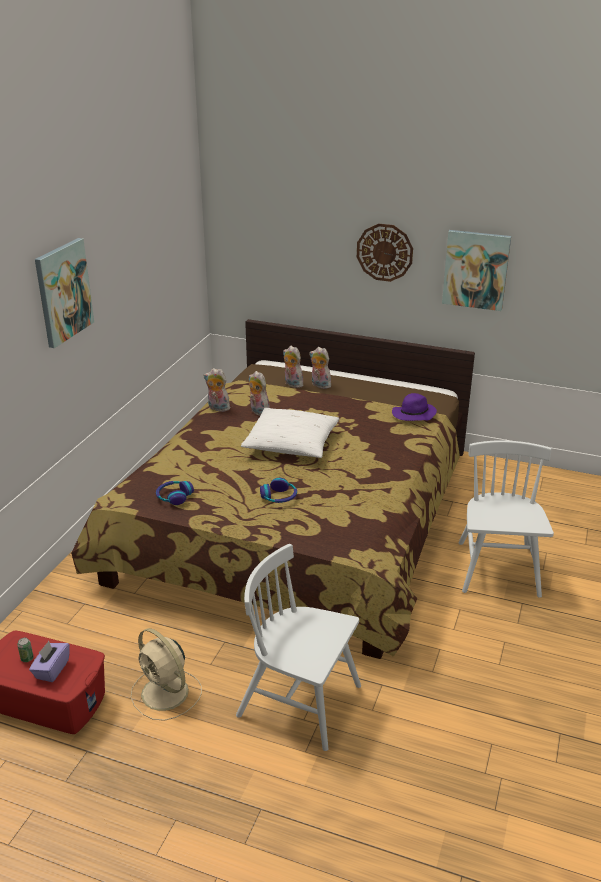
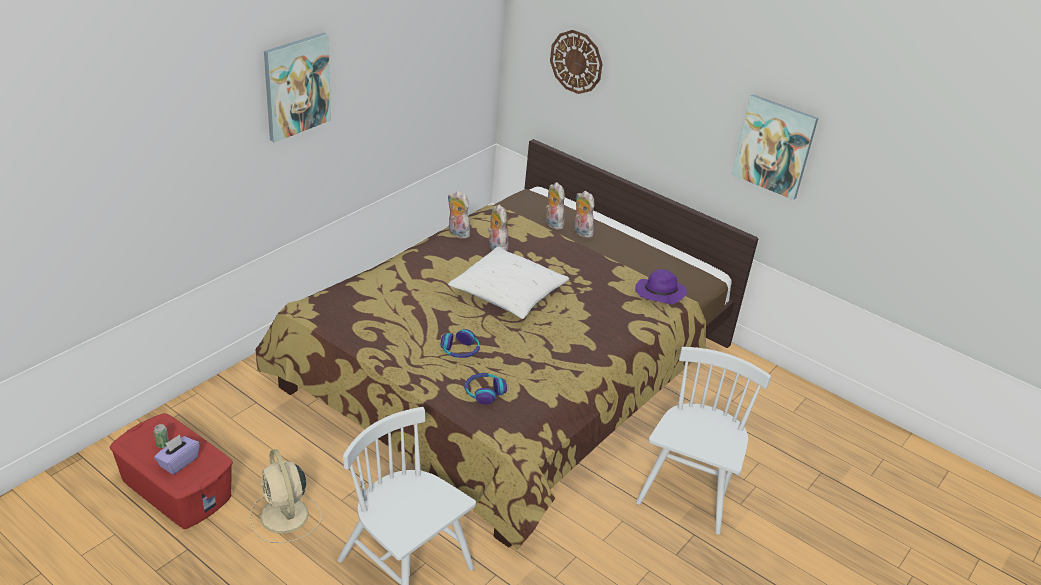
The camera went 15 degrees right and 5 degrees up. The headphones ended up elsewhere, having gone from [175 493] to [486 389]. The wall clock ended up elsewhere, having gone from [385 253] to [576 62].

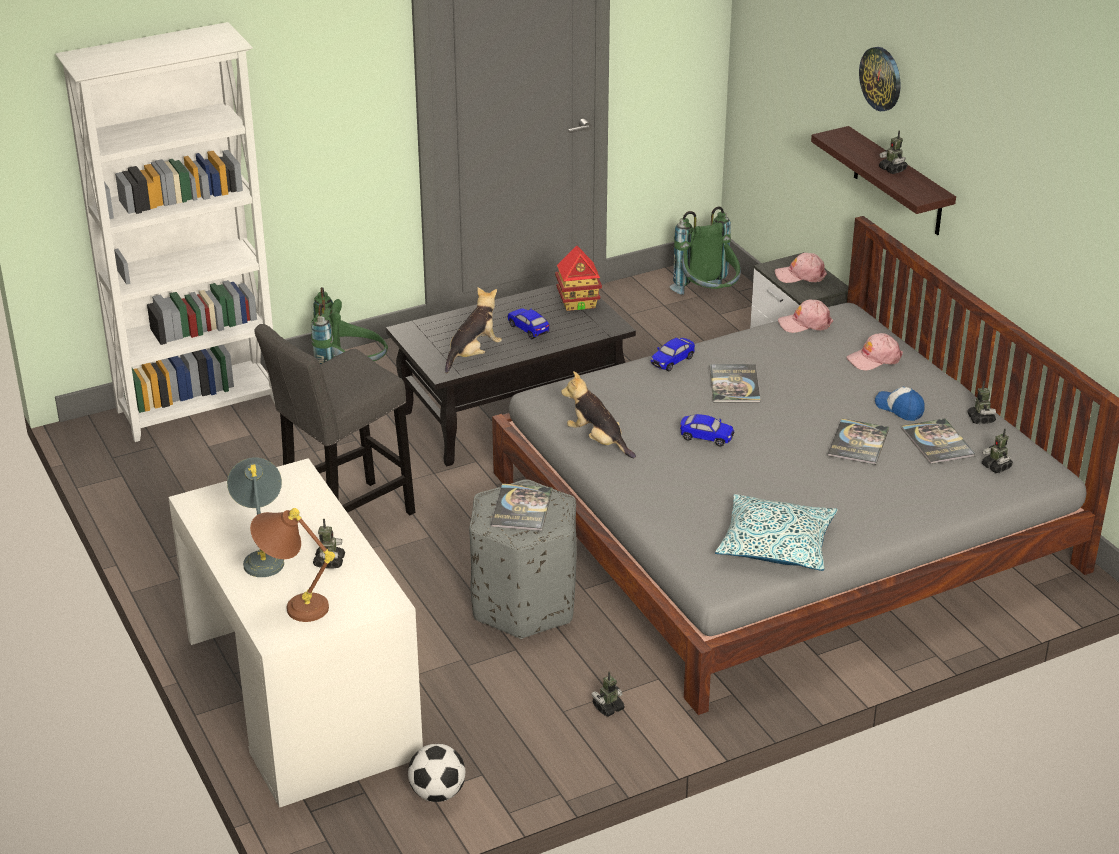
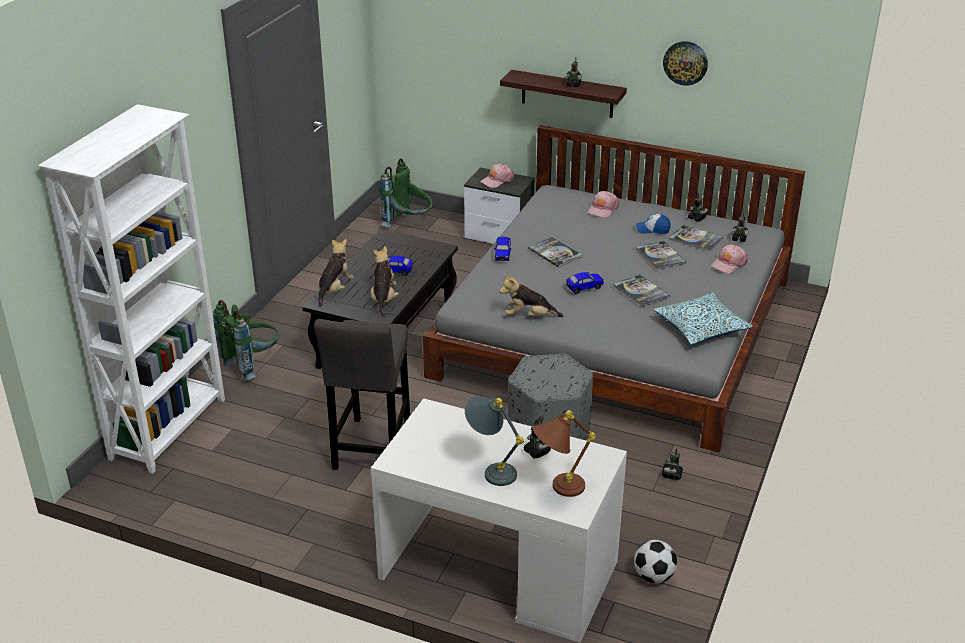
The camera went 40 degrees left and 0 degrees up. The book ended up elsewhere, having gone from [521 507] to [641 291]. The second view lost the toy house at [578 278]. The cap/pink ended up elsewhere, having gone from [805 316] to [729 259]. The wall clock ended up elsewhere, having gone from [880 79] to [685 63]. The second view gained the plush toy at [336 273].

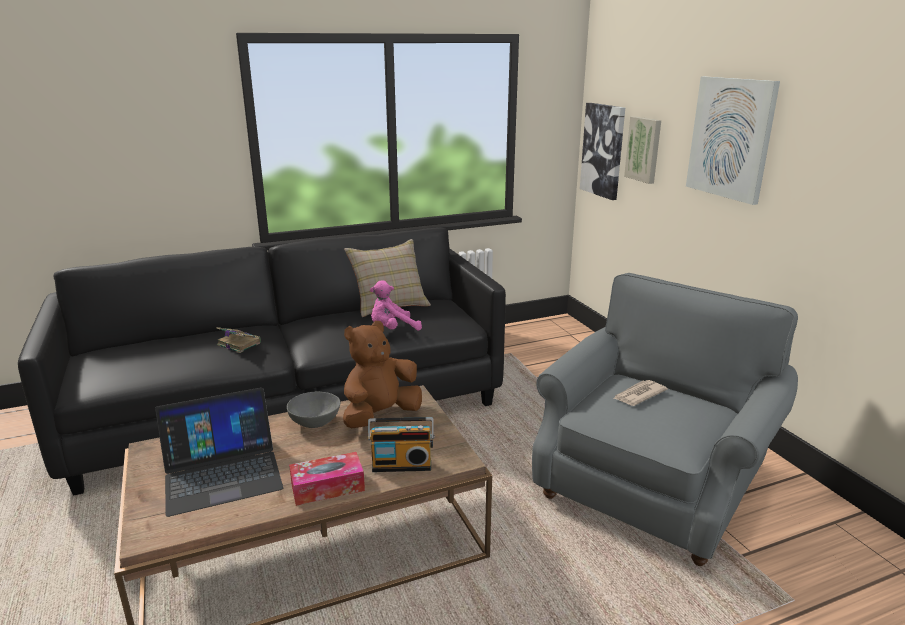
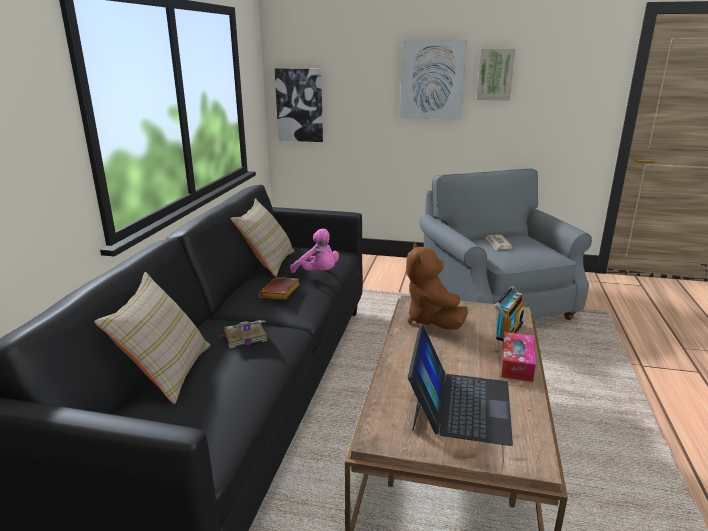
The camera went 55 degrees left and 0 degrees up. The second view lost the bowl/grey at [313 410]. The plush toy/pink at [396 305] ended up facing another way, 60 degrees counterclockwise from before. The picture ended up elsewhere, having gone from [642 150] to [496 75]. The second view gained the pillow/beige at [152 338]. The second view gained the book/brown at [279 288].

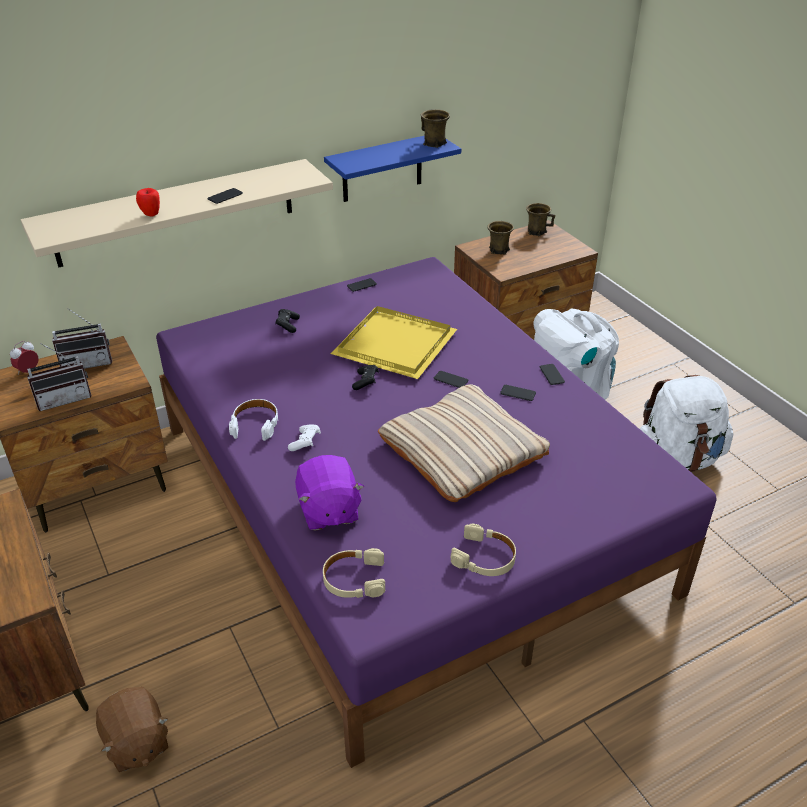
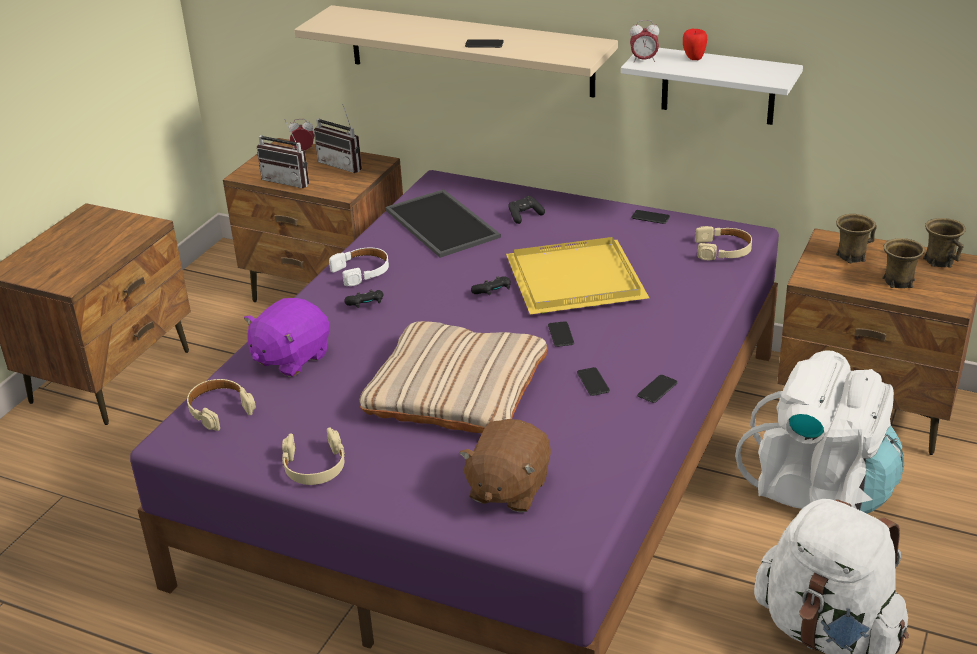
The camera went 55 degrees right and 5 degrees down. The plush toy/brown ended up elsewhere, having gone from [132 729] to [505 466]. The apple ended up elsewhere, having gone from [148 202] to [695 44]. What was the game controller/white at [304 437] turned into the game controller/black at [363 299]. What was the shelf/blue at [392 169] turned into the shelf/white at [712 86]. The mug/brown ended up elsewhere, having gone from [435 128] to [903 263]. The second view gained the tray at [443 223]. The second view gained the alarm clock at [645 41]. The second view gained the headphones/beige at [723 243].

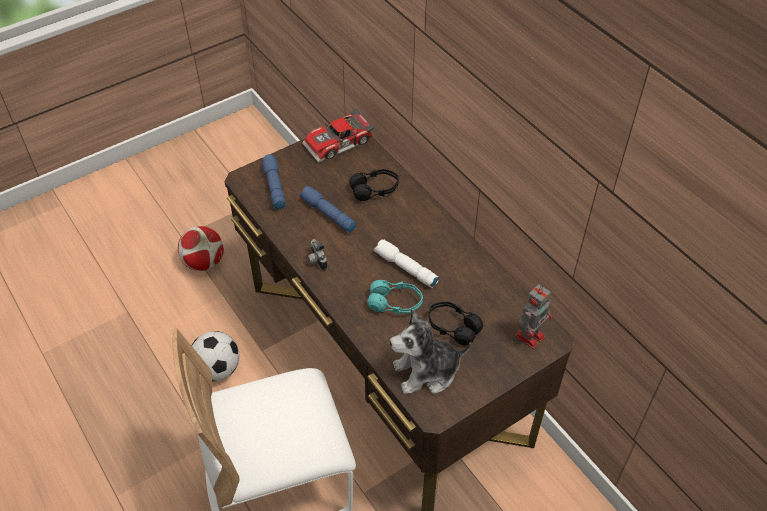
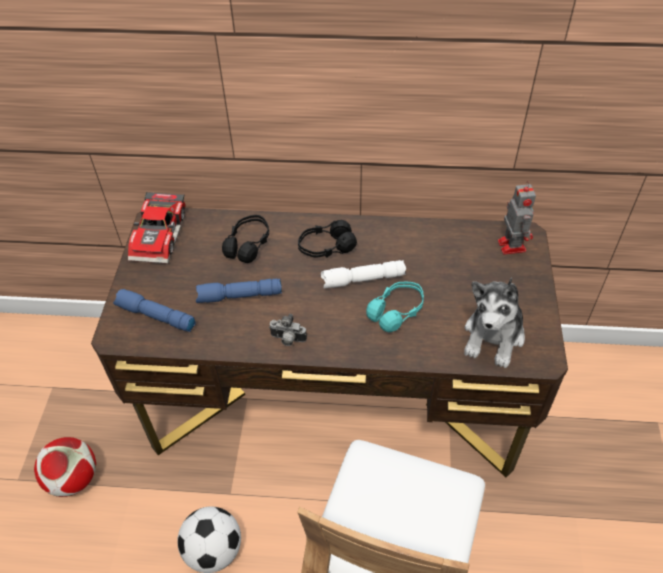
The camera went 50 degrees left and 0 degrees up. The headphones/black ended up elsewhere, having gone from [455 323] to [327 239].

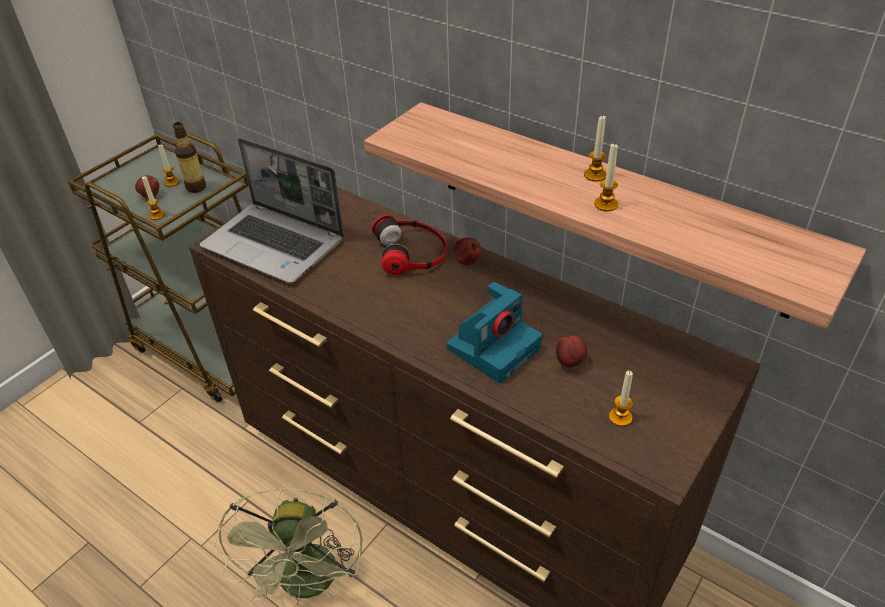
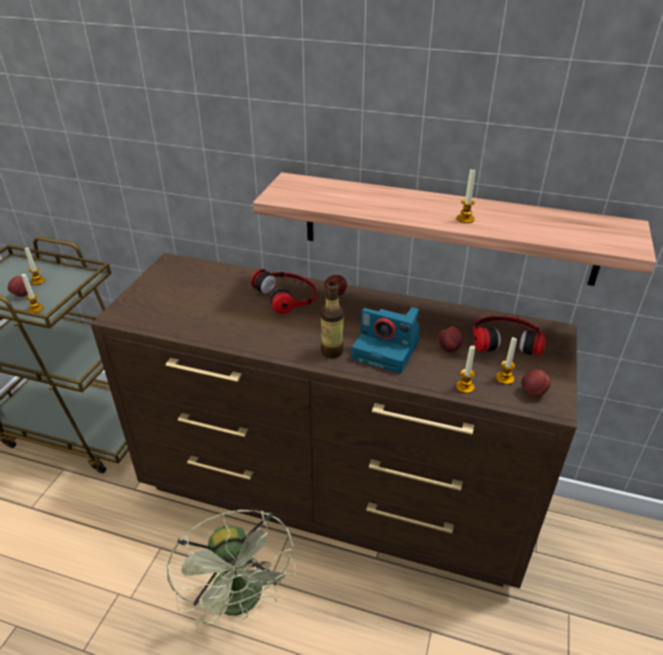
The camera went 20 degrees left and 5 degrees down. The bottle ended up elsewhere, having gone from [189 157] to [332 320]. The second view lost the laptop at [272 211]. The photo camera at [494 332] ended up facing another way, 90 degrees clockwise from before. The candle ended up elsewhere, having gone from [595 148] to [465 369]. The second view gained the headphones at [509 336]. The second view gained the apple at [535 383].

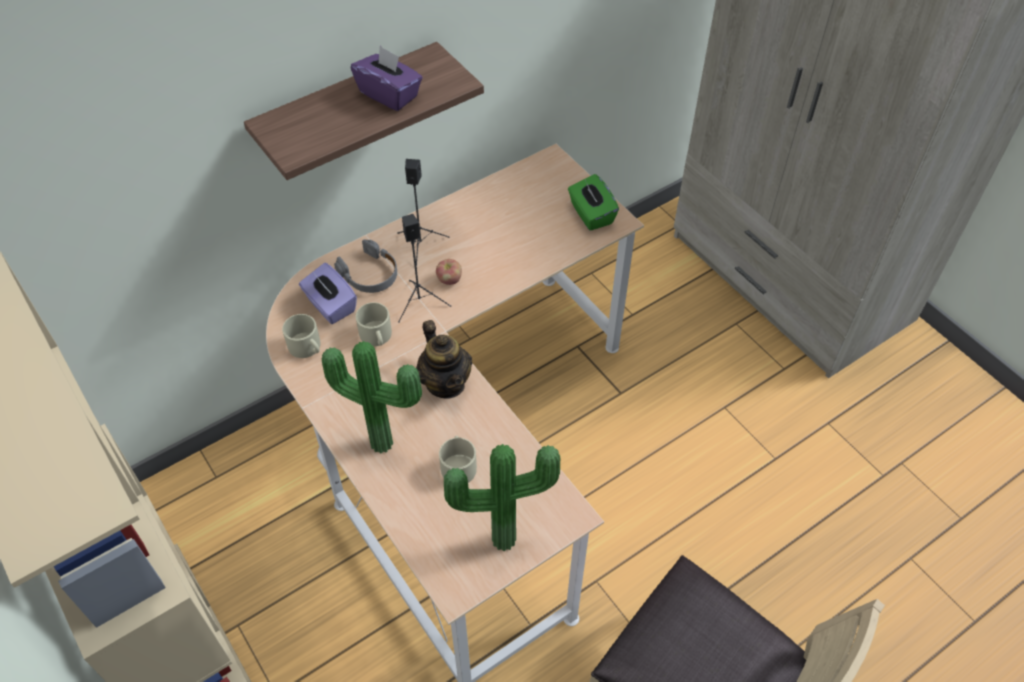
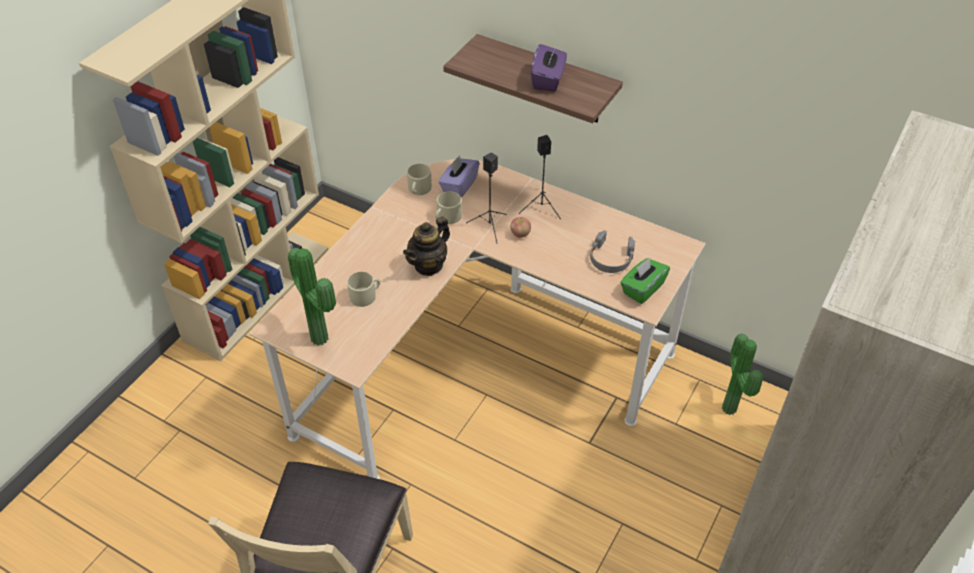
The camera went 65 degrees right and 5 degrees down. The potted plant ended up elsewhere, having gone from [372 397] to [742 374]. The headphones/grey ended up elsewhere, having gone from [365 266] to [612 251].

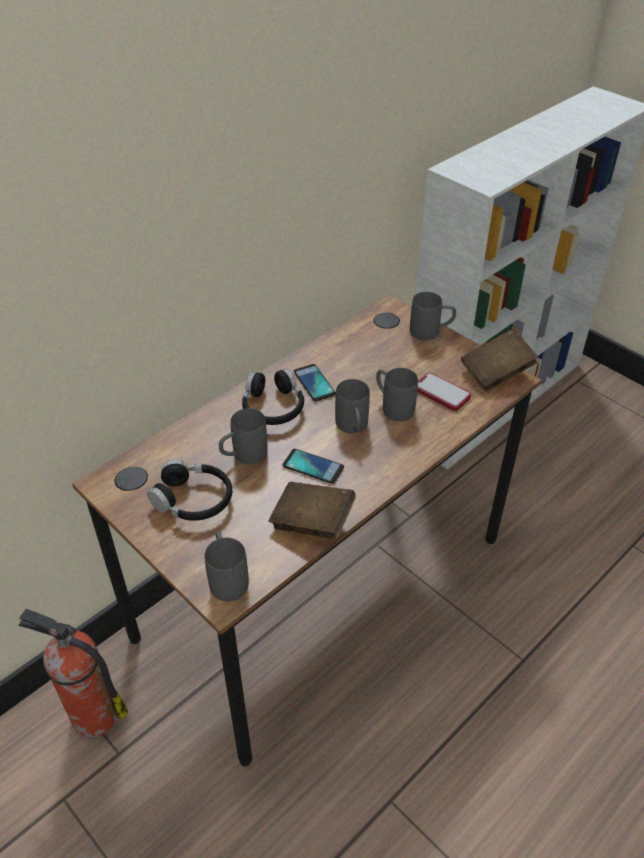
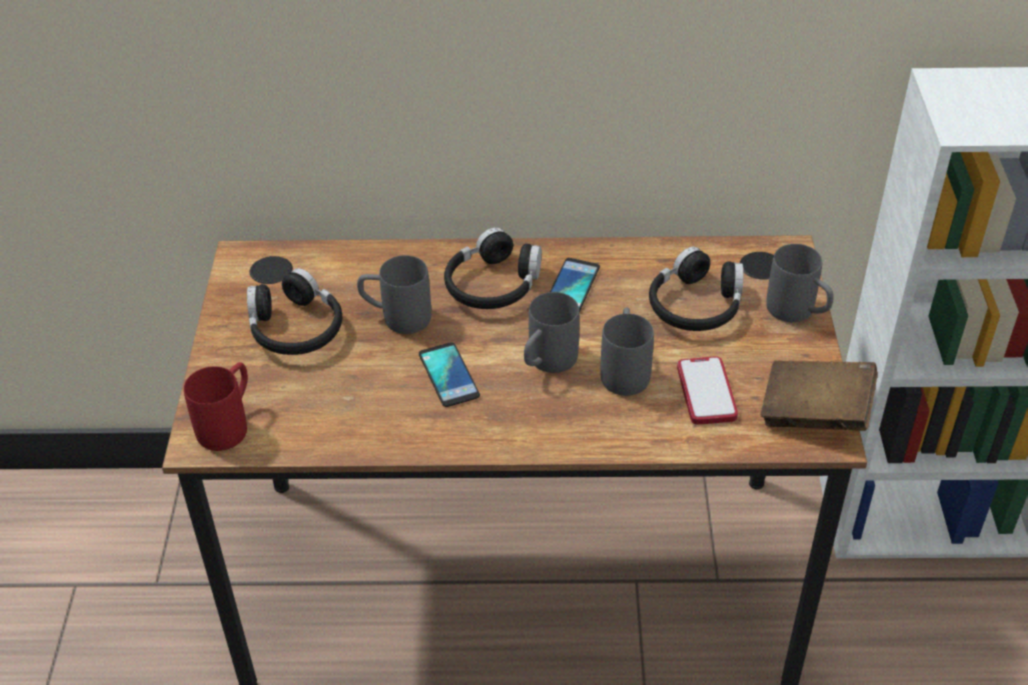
The camera went 45 degrees right and 0 degrees up. The second view lost the fire extinguisher at [73 673]. What was the mug/grey at [227 566] turned into the mug/red at [216 406]. The second view lost the book/brown at [312 510]. The second view gained the headphones/black at [696 289].

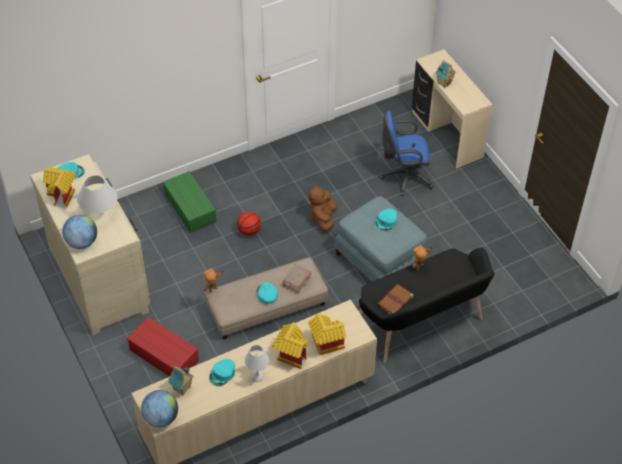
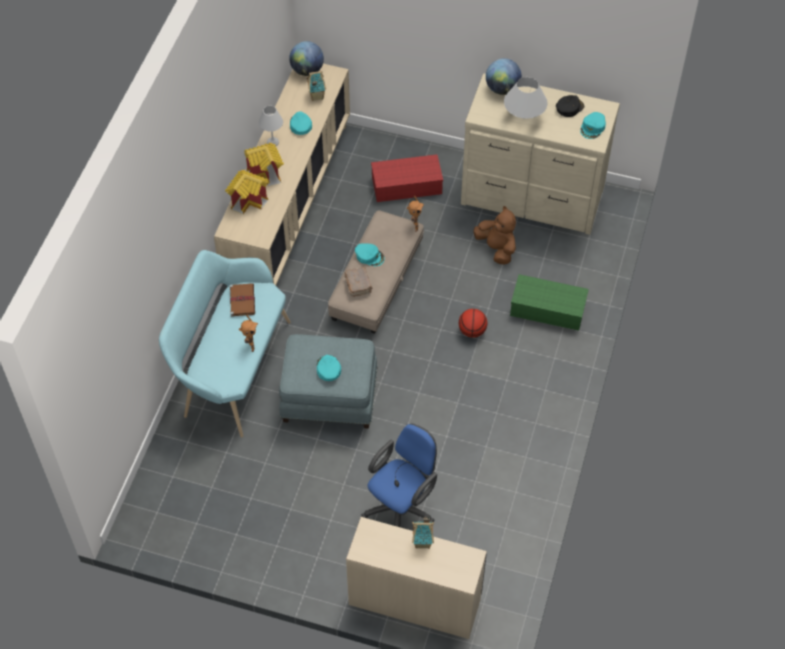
The camera went 135 degrees right and 5 degrees up. Where the toy house stood at [59 188], the cap/black came to stand at [570 106]. The plush toy/brown ended up elsewhere, having gone from [323 207] to [494 235]. What was the bench/black at [427 305] turned into the bench/turquoise at [225 343].

